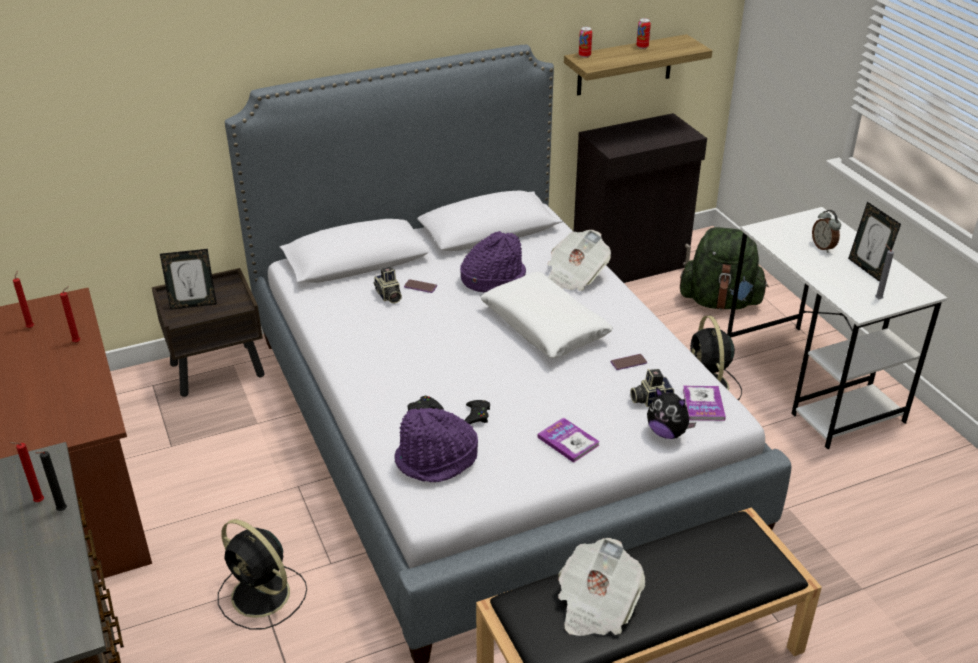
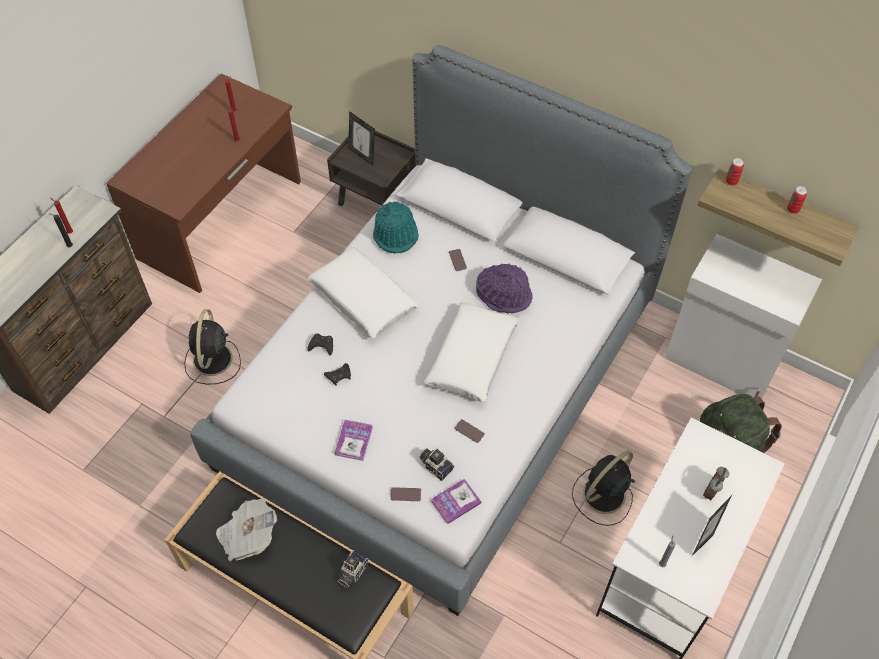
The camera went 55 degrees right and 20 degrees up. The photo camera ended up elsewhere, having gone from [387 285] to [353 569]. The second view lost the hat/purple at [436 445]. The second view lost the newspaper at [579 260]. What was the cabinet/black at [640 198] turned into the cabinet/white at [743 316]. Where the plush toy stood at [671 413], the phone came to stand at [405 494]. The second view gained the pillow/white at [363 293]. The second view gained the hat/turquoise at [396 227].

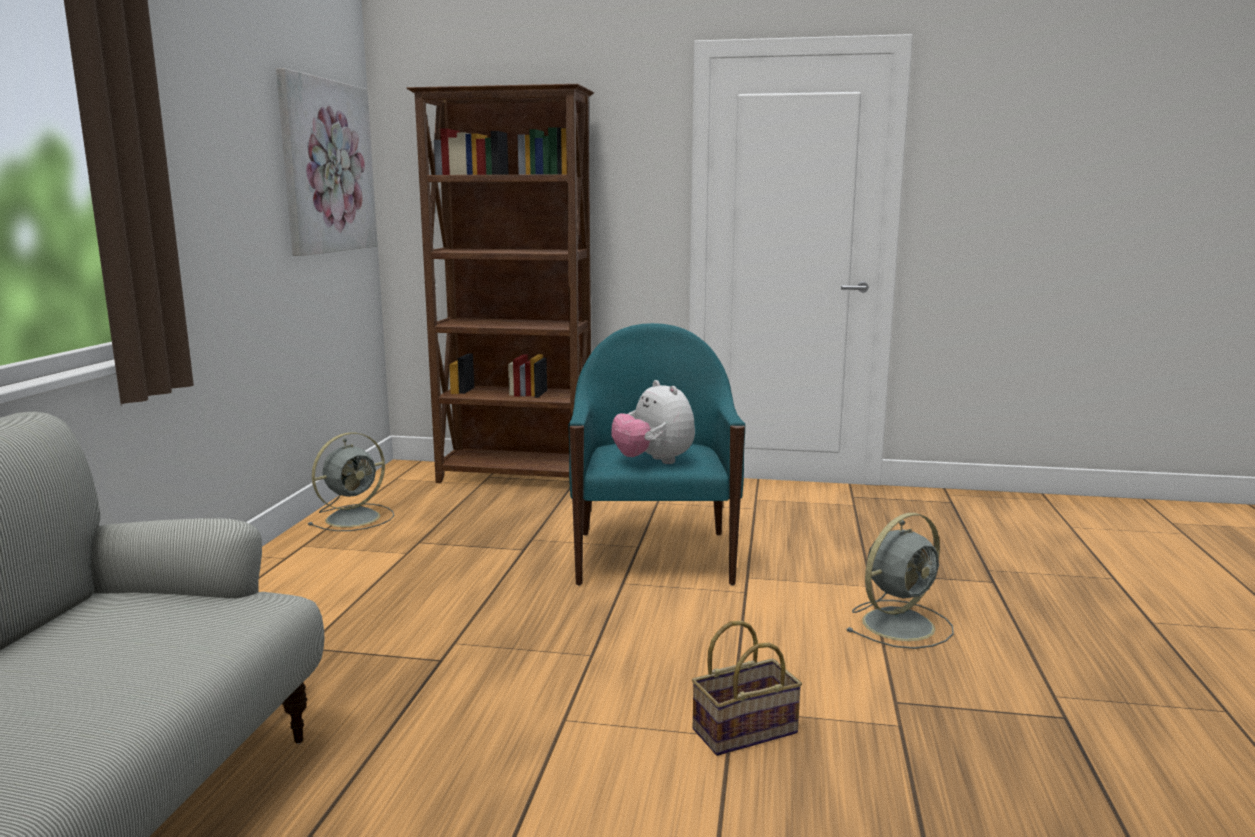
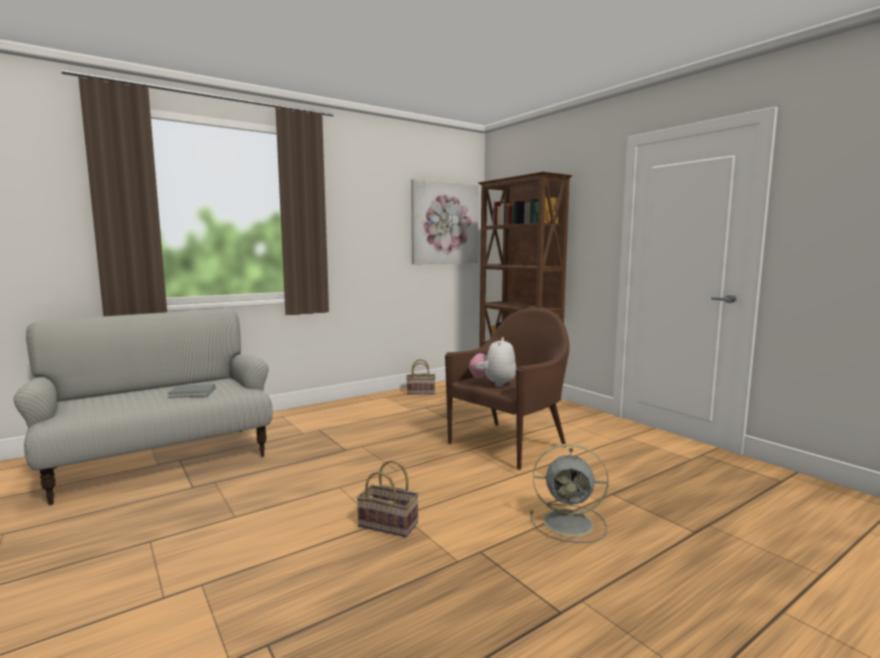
The camera went 45 degrees right and 5 degrees down. Where the fan/grey stood at [351 481], the basket came to stand at [420 377]. What was the armchair/turquoise at [657 454] turned into the armchair/brown at [507 389]. The second view gained the book/grey at [191 391].

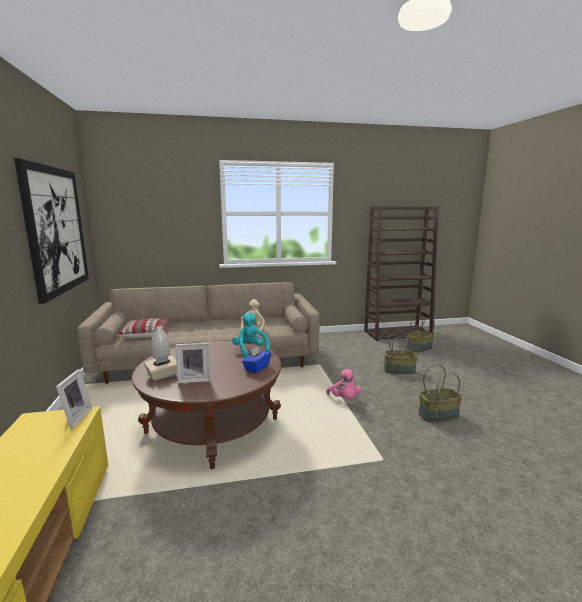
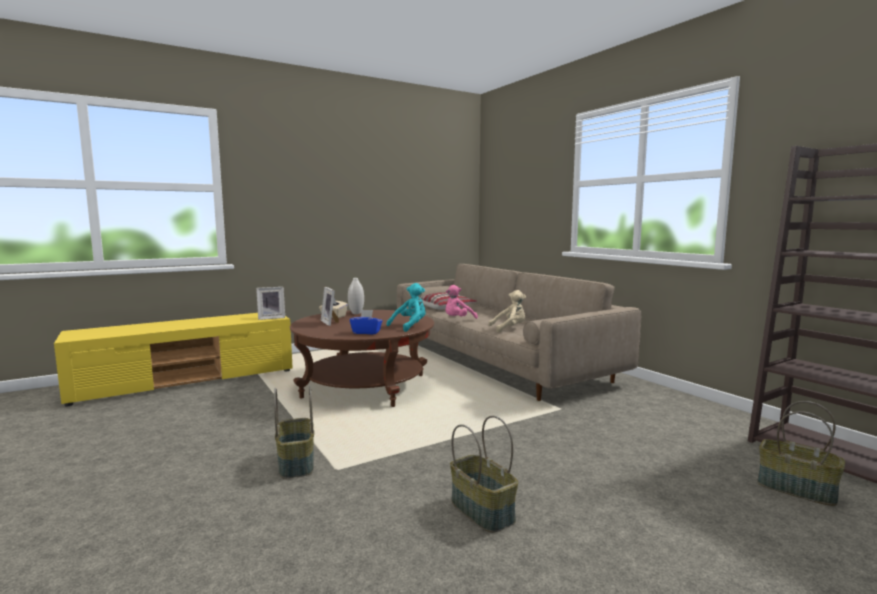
The camera went 70 degrees right and 5 degrees down. The second view lost the picture at [51 231]. The plush toy/pink ended up elsewhere, having gone from [344 384] to [461 302]. The basket ended up elsewhere, having gone from [401 352] to [294 431].

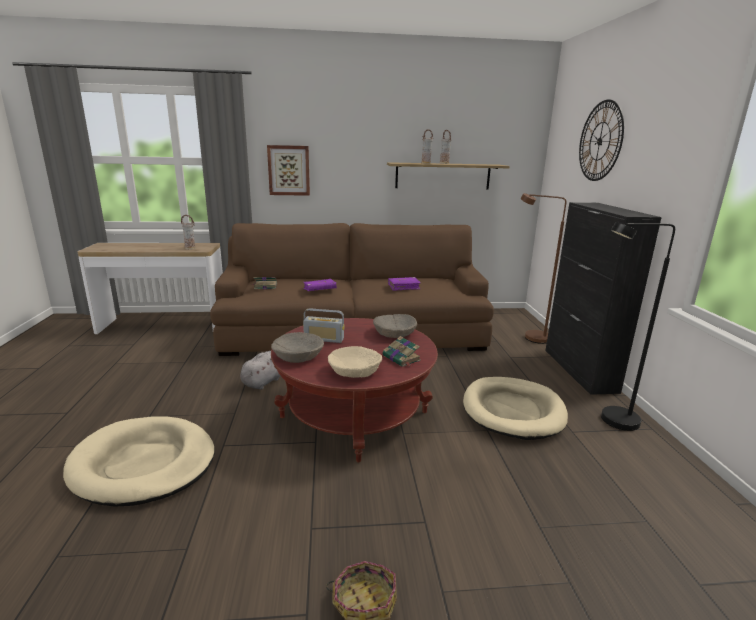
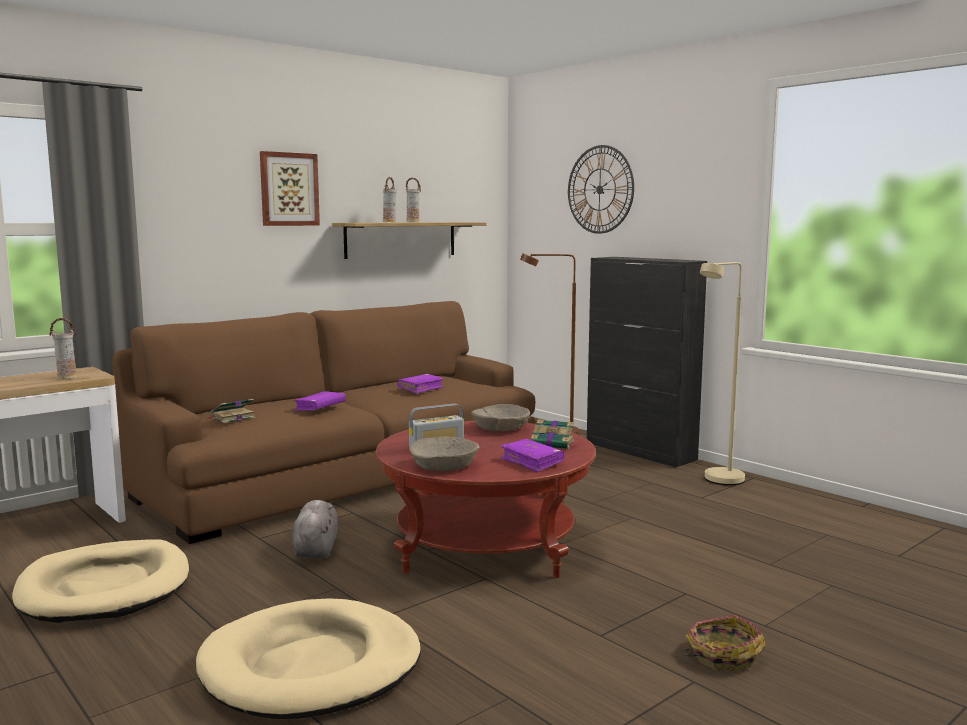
The camera went 35 degrees left and 10 degrees down. The picture ended up elsewhere, having gone from [288 170] to [290 188]. Where the bowl/beige stood at [355 362], the book/purple came to stand at [532 455]. The dog bed/beige ended up elsewhere, having gone from [515 408] to [100 581]. What was the floor lamp/black at [638 326] turned into the floor lamp/beige at [722 373].

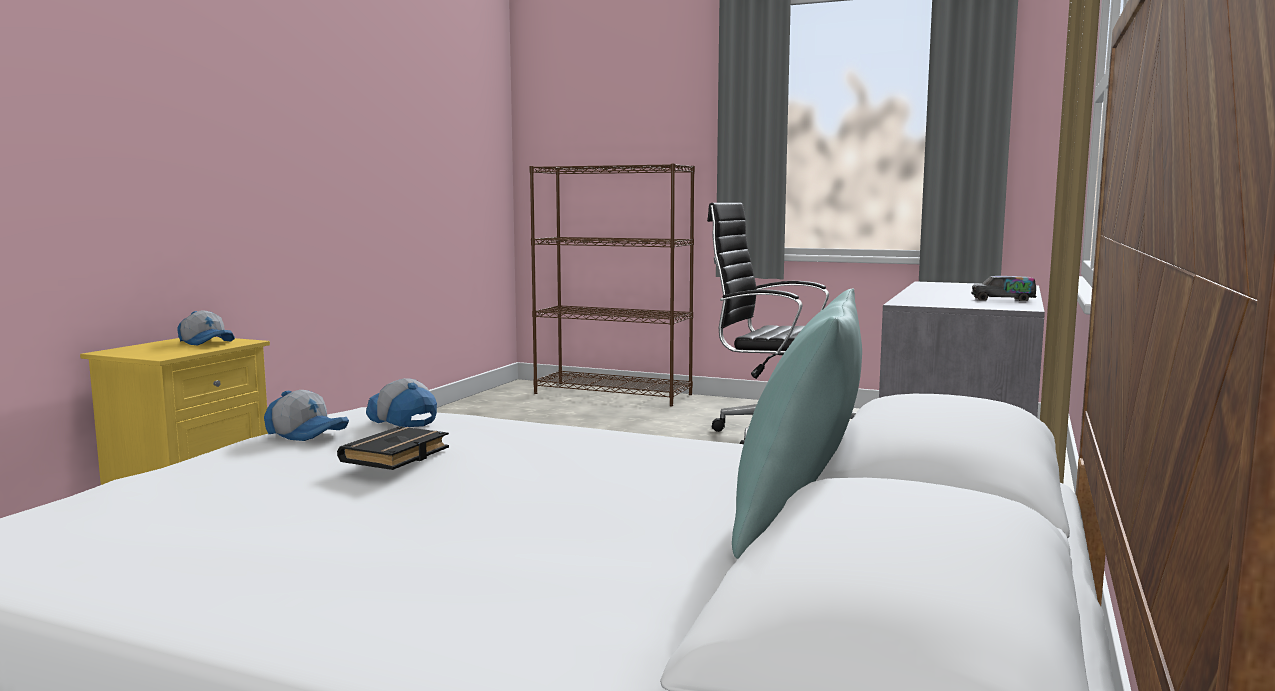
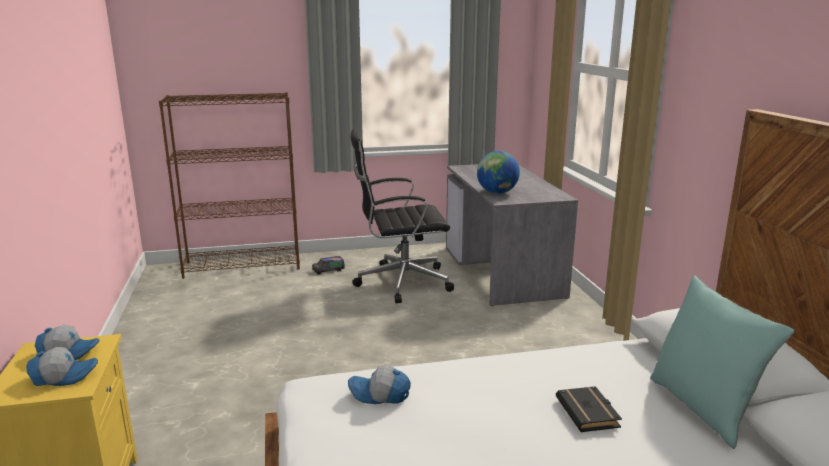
The camera went 35 degrees left and 10 degrees up. The cap ended up elsewhere, having gone from [306 415] to [62 366]. The book/black ended up elsewhere, having gone from [393 448] to [589 409]. The toy truck ended up elsewhere, having gone from [1003 288] to [328 265]. The second view gained the globe at [498 172].

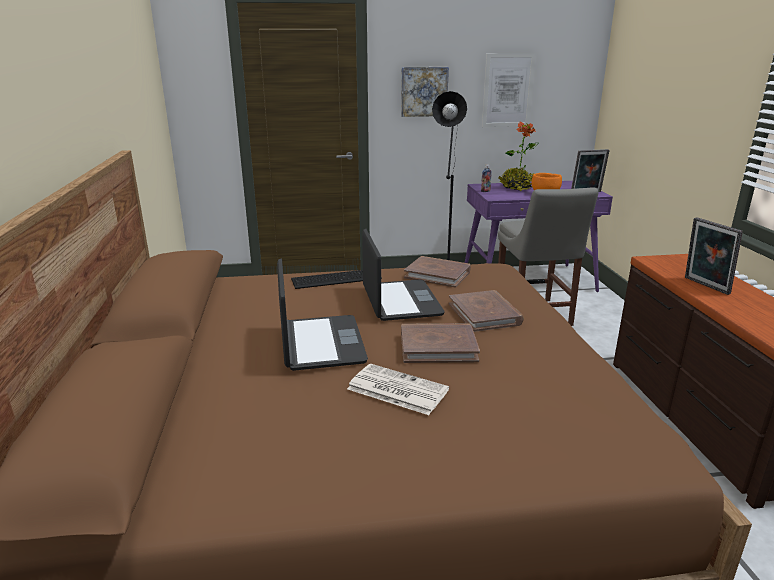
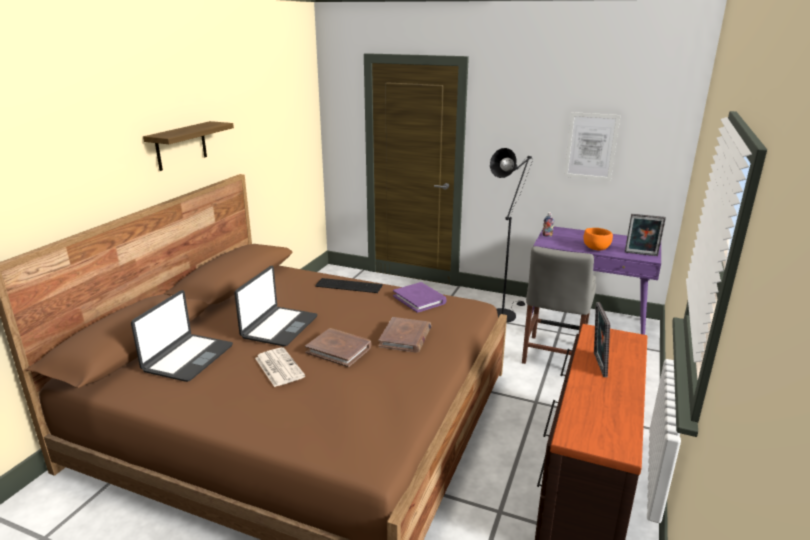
The camera went 30 degrees right and 0 degrees up. The laptop ended up elsewhere, having gone from [403 275] to [182 336]. The second view lost the picture at [425 92]. What was the book/brown at [437 272] turned into the book/purple at [420 297]. The second view lost the potted plant at [519 156]. The second view gained the shelf at [188 146].

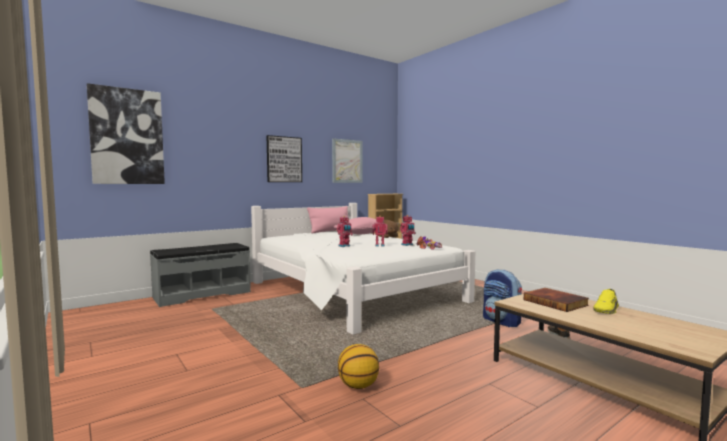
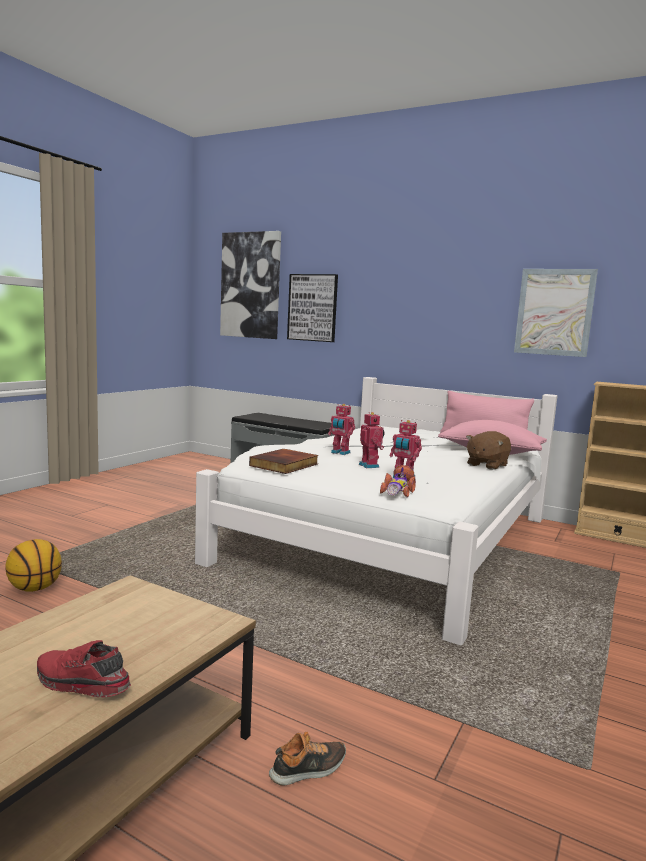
The camera went 65 degrees right and 5 degrees up. The picture ended up elsewhere, having gone from [284 158] to [312 308]. The second view lost the backpack at [502 298]. The book ended up elsewhere, having gone from [556 300] to [284 461]. What was the shoe/yellow at [606 301] turned into the shoe/red at [84 669].

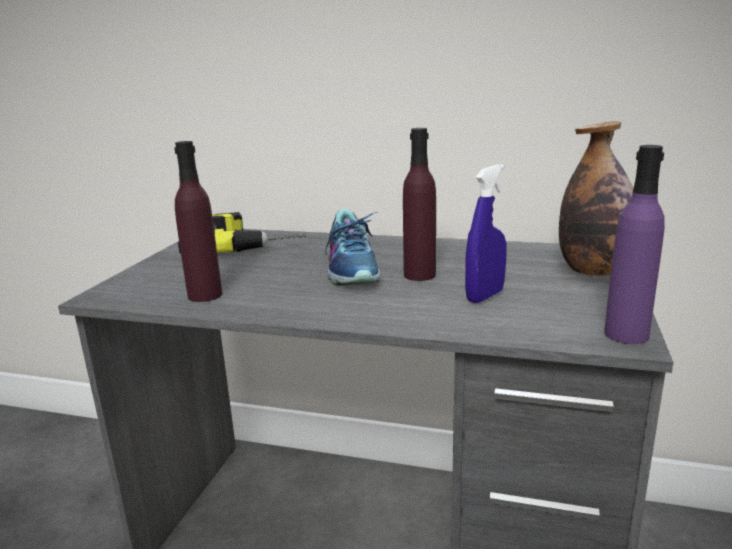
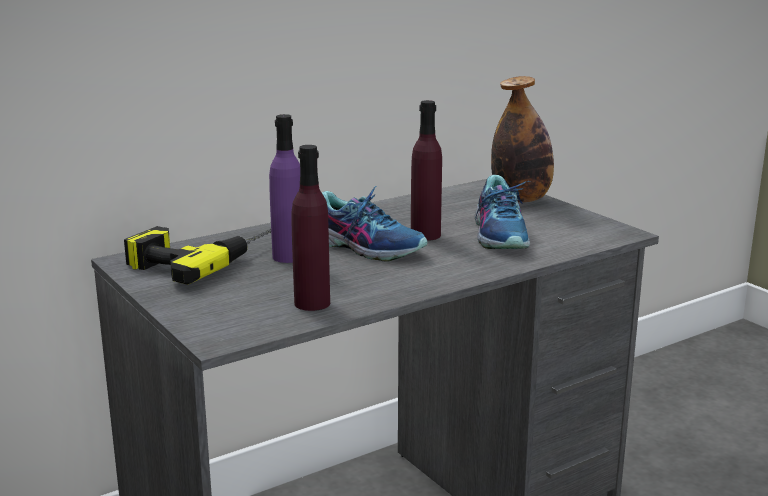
The camera went 50 degrees left and 0 degrees up. Where the spray bottle/blue stood at [486 233], the shoe came to stand at [502 212]. The bottle/purple ended up elsewhere, having gone from [634 244] to [284 188].

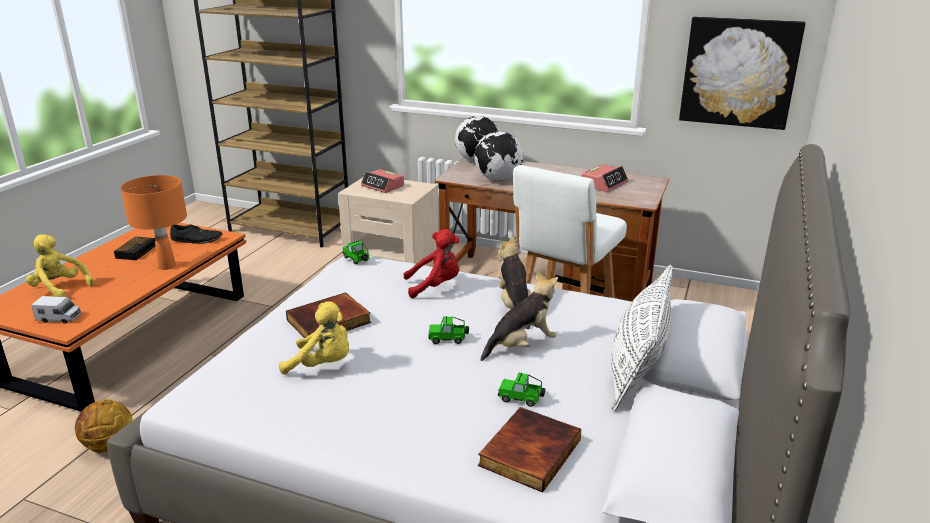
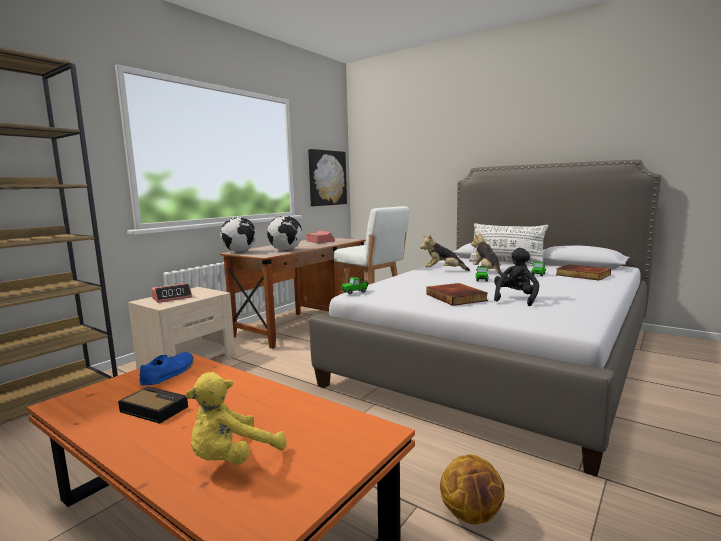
The camera went 75 degrees left and 15 degrees down. The second view lost the toy truck at [56 310]. The second view lost the table lamp/orange at [153 222]. What was the shoe/black at [196 234] turned into the shoe/blue at [167 368]. What was the plush toy/yellow at [314 338] turned into the plush toy/black at [516 277]. The second view lost the plush toy/red at [431 263].

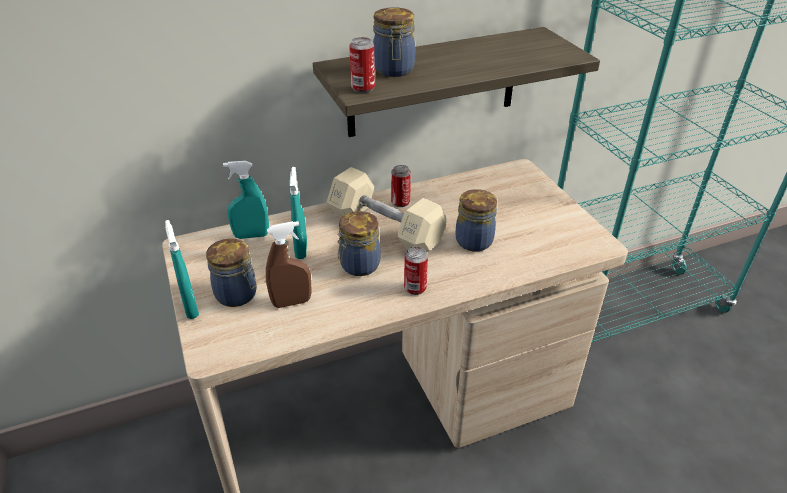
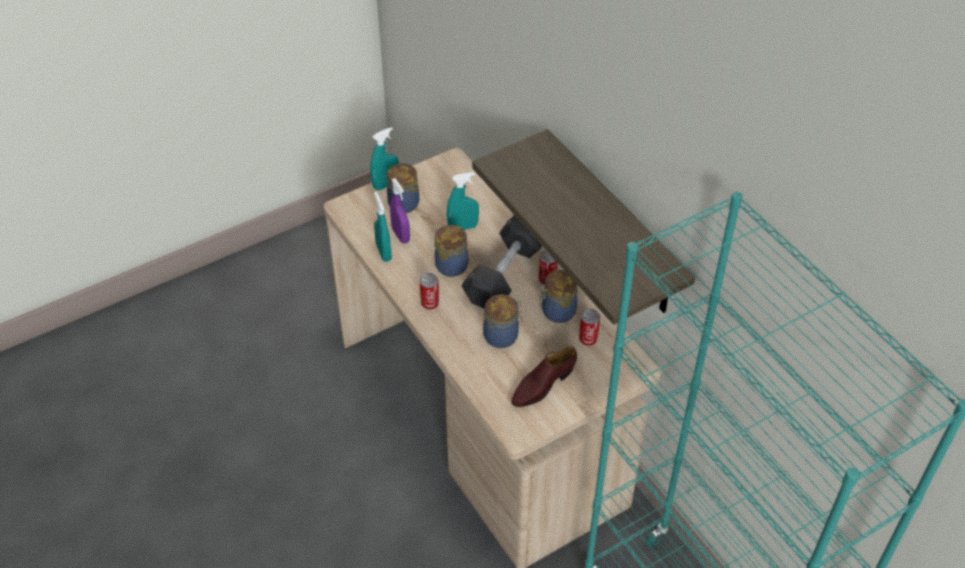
The camera went 80 degrees right and 10 degrees up. The spray bottle/turquoise ended up elsewhere, having gone from [246 200] to [383 227]. What was the spray bottle/brown at [288 264] turned into the spray bottle/purple at [400 210]. What was the dumbbell/beige at [386 209] turned into the dumbbell/black at [501 262]. The can ended up elsewhere, having gone from [362 65] to [589 327]. The jar ended up elsewhere, having gone from [394 42] to [558 296]. The second view gained the shoe/brown at [544 376].

